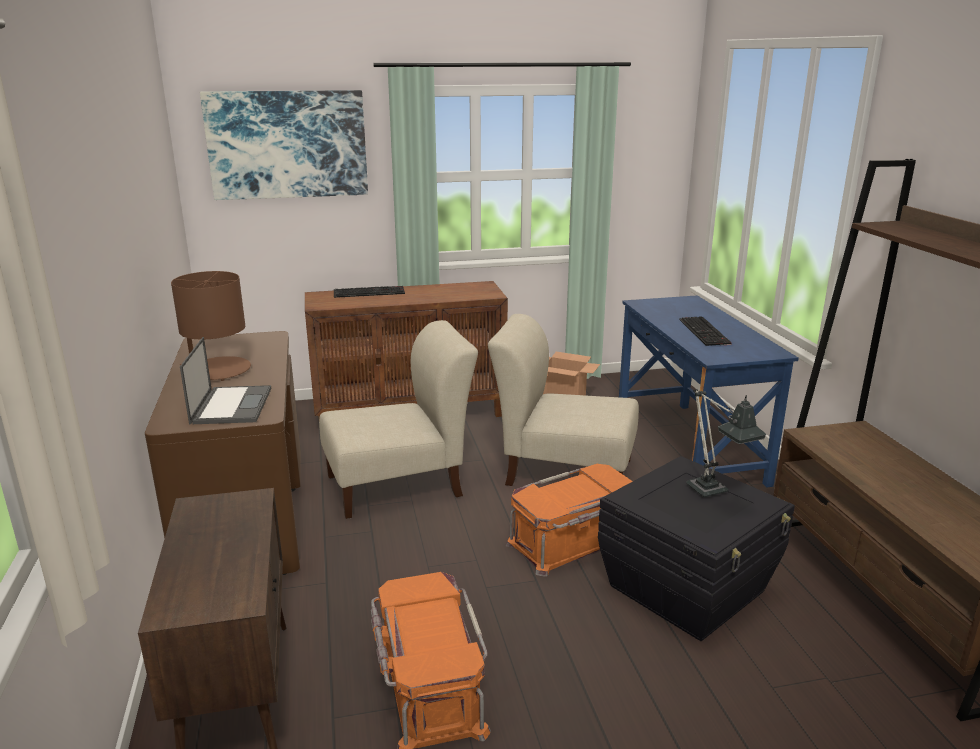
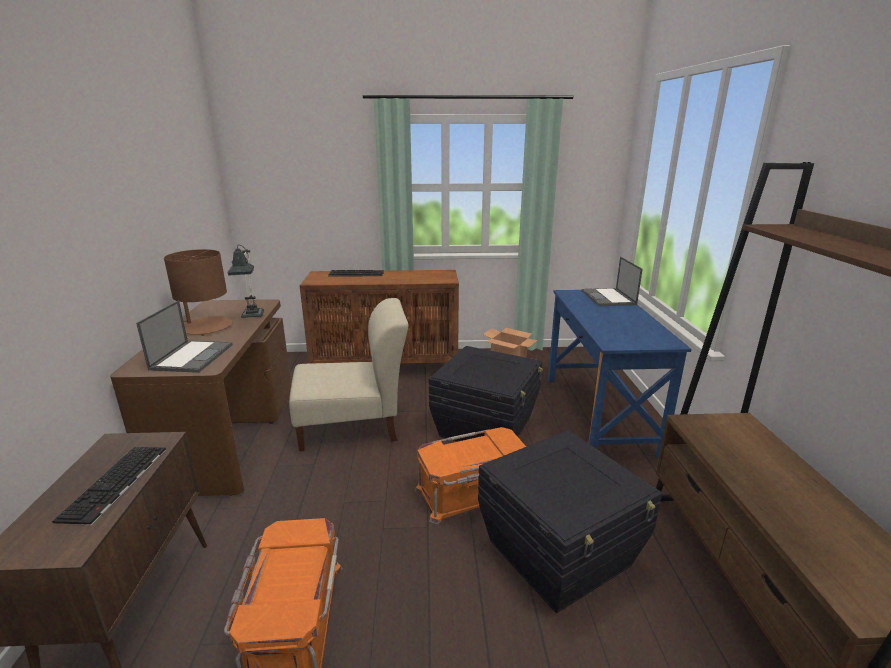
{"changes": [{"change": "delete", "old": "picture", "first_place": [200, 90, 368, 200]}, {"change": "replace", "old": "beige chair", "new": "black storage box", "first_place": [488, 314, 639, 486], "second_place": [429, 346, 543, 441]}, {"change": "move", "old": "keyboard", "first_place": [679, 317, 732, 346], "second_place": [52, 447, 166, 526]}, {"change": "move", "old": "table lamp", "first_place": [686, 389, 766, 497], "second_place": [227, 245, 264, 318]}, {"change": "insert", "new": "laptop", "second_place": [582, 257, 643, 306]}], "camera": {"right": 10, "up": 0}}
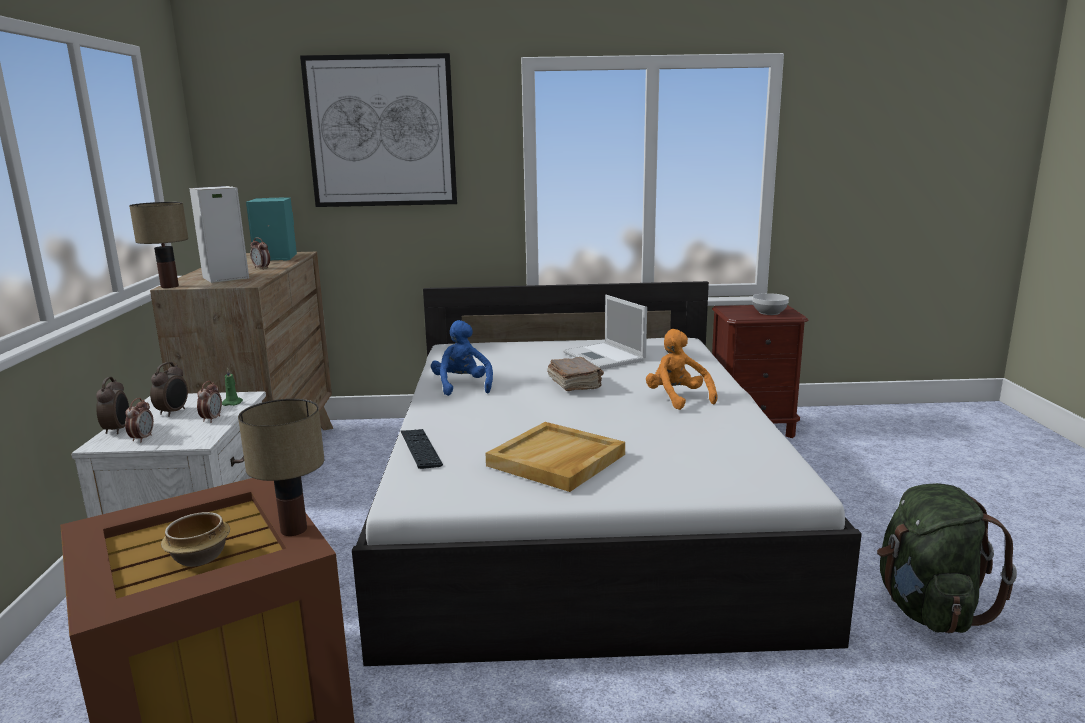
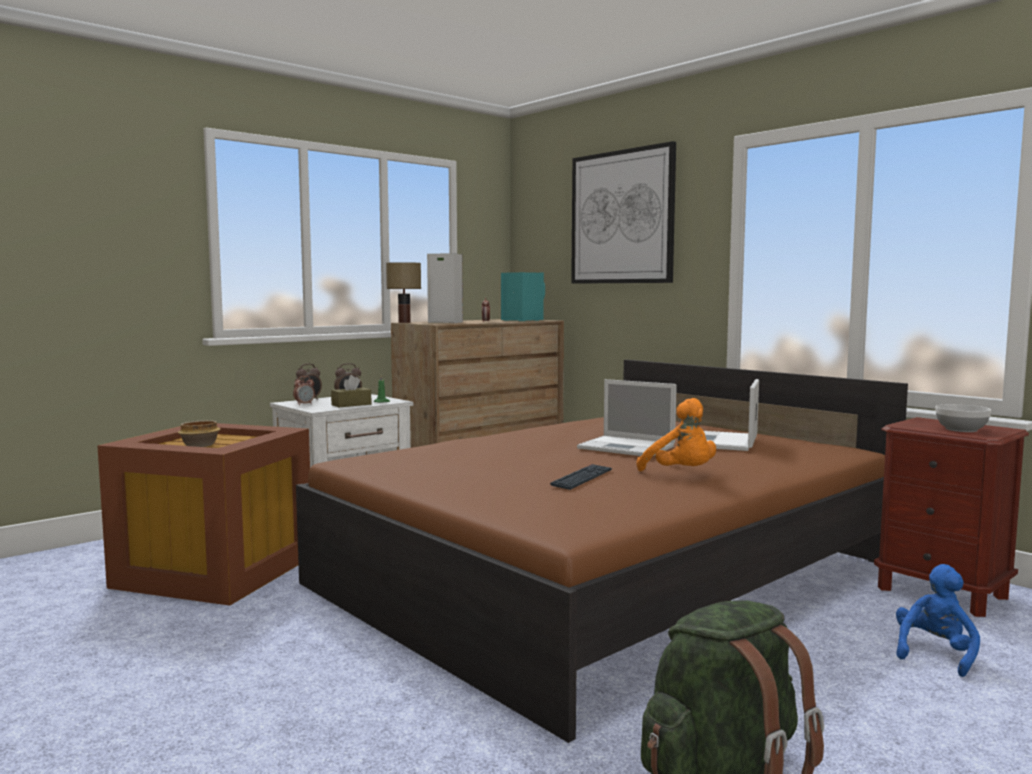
{"changes": [{"change": "recolor", "old": "white bed", "new": "brown bed", "first_place": [352, 281, 862, 666], "second_place": [296, 360, 908, 743]}, {"change": "move", "old": "blue plush toy", "first_place": [431, 320, 493, 396], "second_place": [896, 564, 980, 677]}, {"change": "rotate", "old": "orange plush toy", "first_place": [646, 329, 718, 410], "second_place": [637, 398, 716, 471], "degrees": 120}, {"change": "replace", "old": "brown book", "new": "laptop", "first_place": [547, 357, 604, 391], "second_place": [577, 379, 677, 456]}, {"change": "replace", "old": "alarm clock", "new": "brown tissue box", "first_place": [197, 381, 222, 423], "second_place": [331, 375, 372, 407]}, {"change": "delete", "old": "table lamp", "first_place": [238, 399, 324, 536]}, {"change": "delete", "old": "beige tray", "first_place": [485, 422, 625, 492]}, {"change": "move", "old": "keyboard", "first_place": [401, 429, 443, 469], "second_place": [550, 464, 613, 490]}], "camera": {"right": 50, "up": -10}}
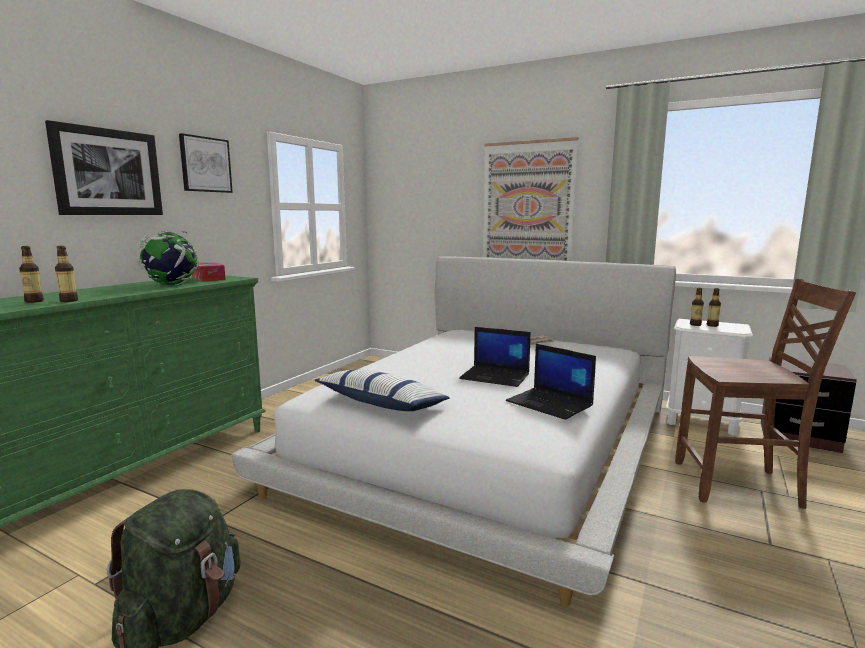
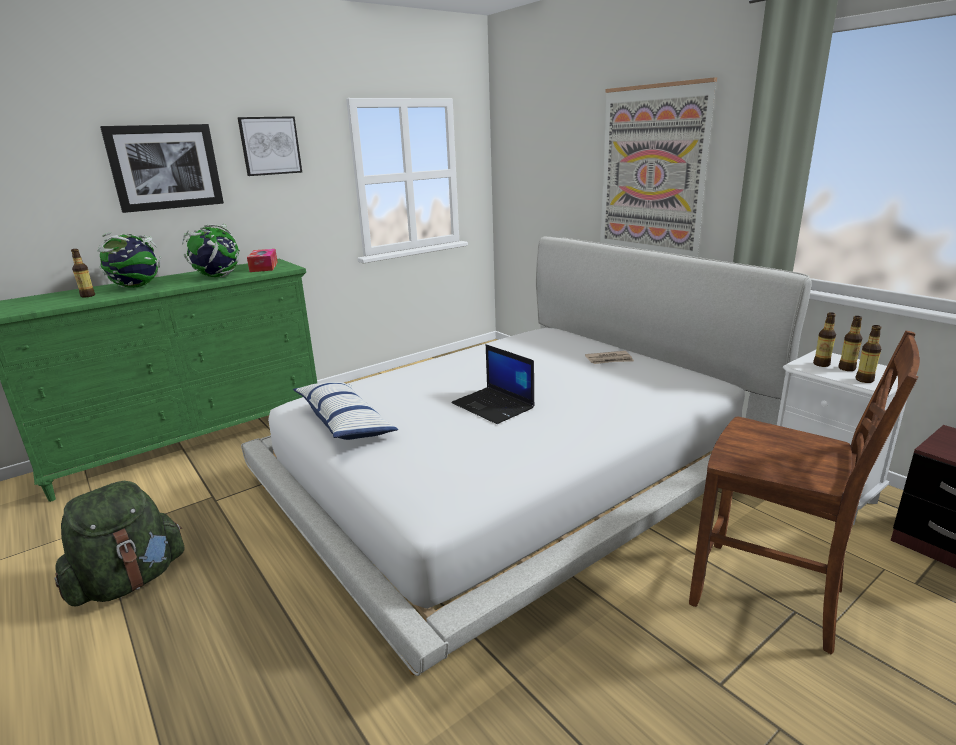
{"changes": [{"change": "move", "old": "bottle", "first_place": [55, 246, 78, 302], "second_place": [856, 325, 881, 383]}, {"change": "delete", "old": "laptop", "first_place": [506, 344, 596, 420]}, {"change": "insert", "new": "globe", "second_place": [98, 232, 161, 288]}], "camera": {"right": 25, "up": 10}}
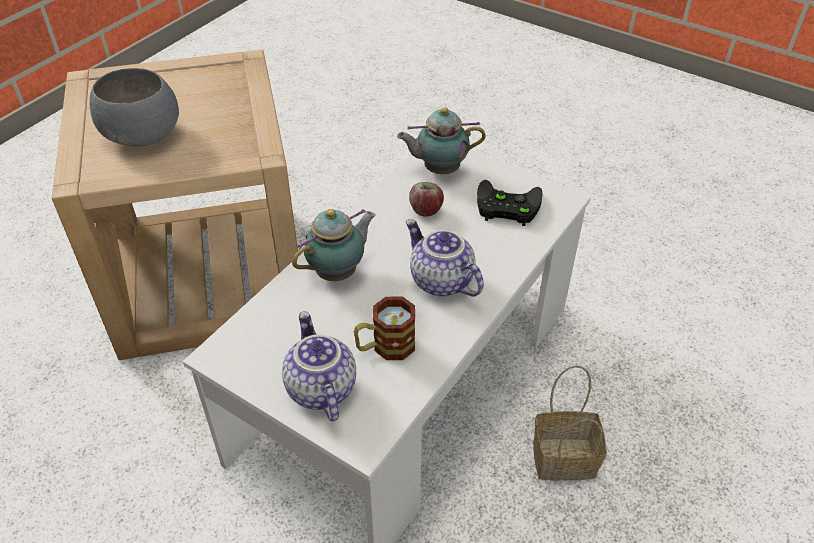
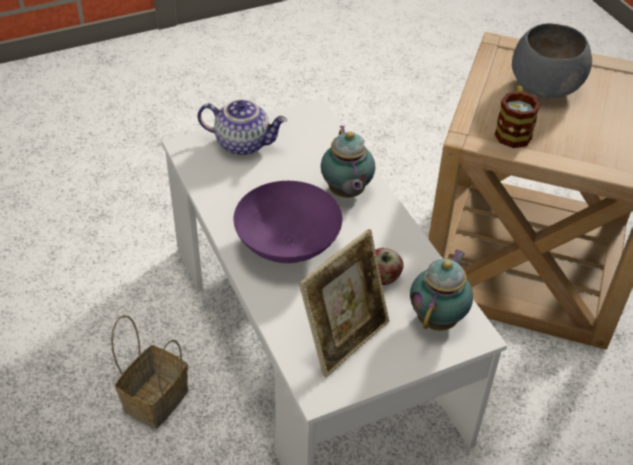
{"changes": [{"change": "replace", "old": "black game controller", "new": "picture frame", "first_place": [477, 180, 542, 226], "second_place": [299, 229, 389, 377]}, {"change": "replace", "old": "teapot", "new": "purple bowl", "first_place": [405, 219, 484, 297], "second_place": [234, 181, 342, 263]}, {"change": "move", "old": "mug", "first_place": [354, 297, 415, 360], "second_place": [495, 86, 541, 148]}], "camera": {"right": 120, "up": 0}}
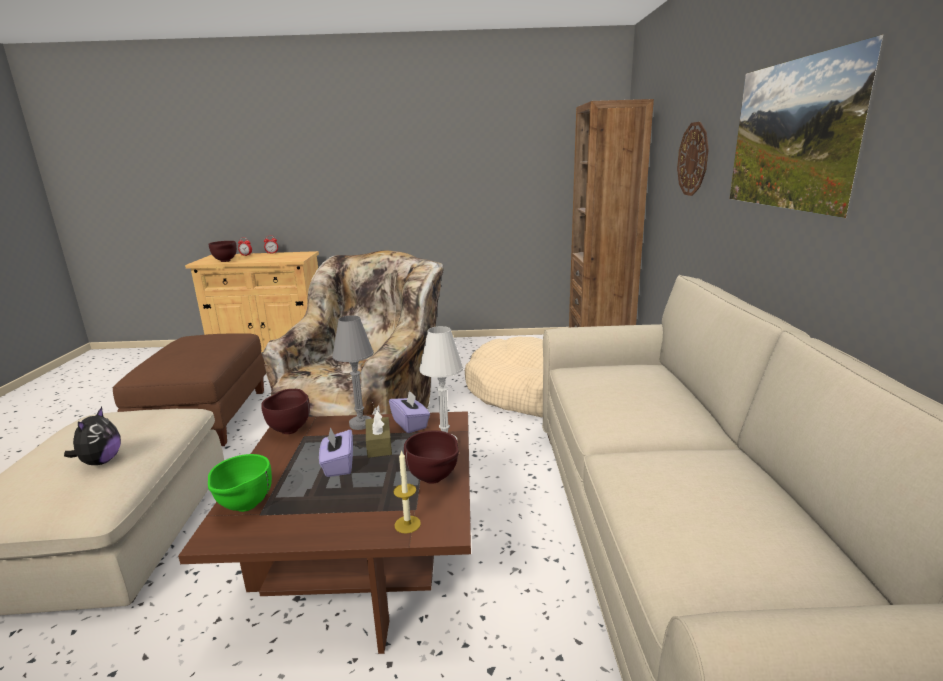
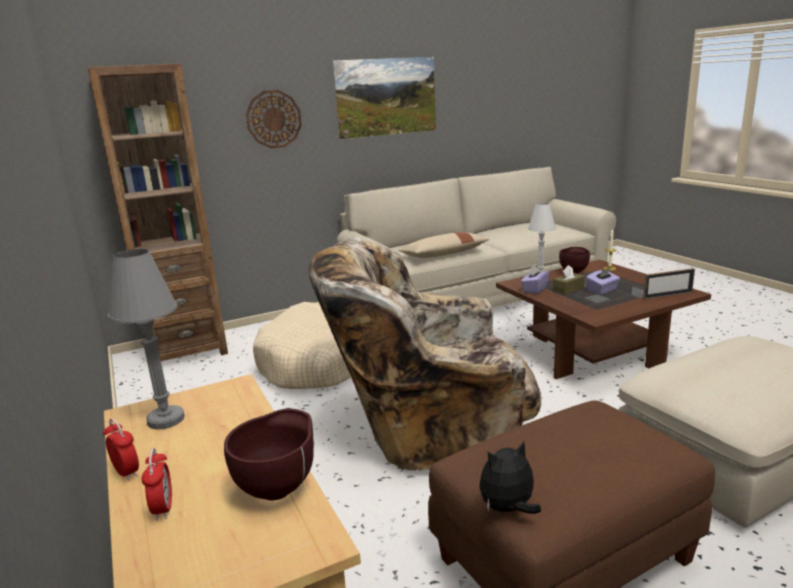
{"changes": [{"change": "move", "old": "grey table lamp", "first_place": [332, 315, 374, 430], "second_place": [108, 249, 185, 430]}, {"change": "delete", "old": "brown bowl", "first_place": [261, 389, 310, 434]}, {"change": "move", "old": "plush toy", "first_place": [64, 407, 121, 465], "second_place": [479, 441, 541, 514]}, {"change": "replace", "old": "green bowl", "new": "picture frame", "first_place": [208, 454, 272, 512], "second_place": [643, 268, 695, 299]}, {"change": "insert", "new": "beige pillow", "second_place": [398, 232, 489, 258]}], "camera": {"right": -115, "up": 0}}
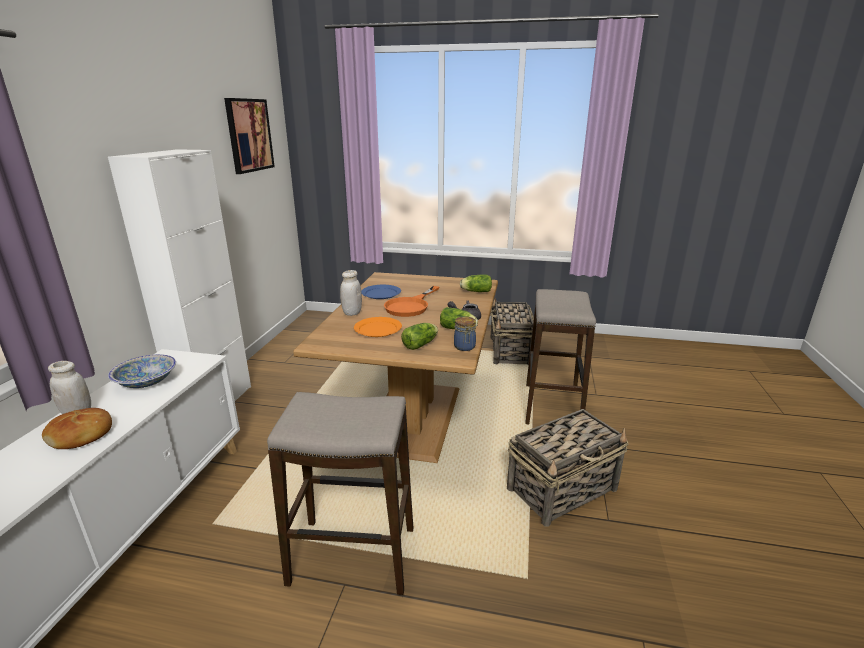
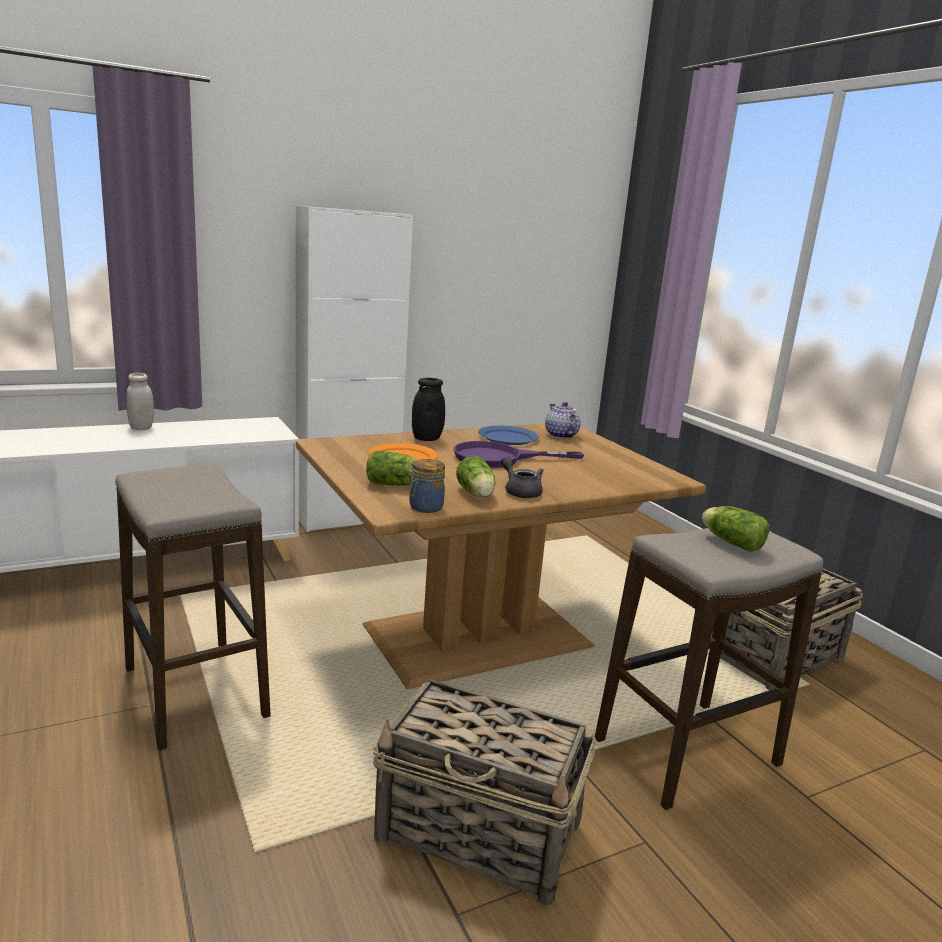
{"changes": [{"change": "delete", "old": "picture", "first_place": [224, 98, 275, 174]}, {"change": "recolor", "old": "white jar", "new": "black jar", "first_place": [340, 270, 362, 316], "second_place": [412, 378, 445, 441]}, {"change": "move", "old": "lettuce", "first_place": [460, 274, 492, 292], "second_place": [702, 506, 769, 552]}, {"change": "recolor", "old": "orange frying pan", "new": "purple frying pan", "first_place": [384, 286, 439, 317], "second_place": [454, 441, 584, 468]}, {"change": "delete", "old": "bowl", "first_place": [108, 354, 176, 388]}, {"change": "delete", "old": "bread", "first_place": [42, 408, 112, 449]}, {"change": "insert", "new": "teapot", "second_place": [545, 402, 581, 439]}], "camera": {"right": 50, "up": -5}}
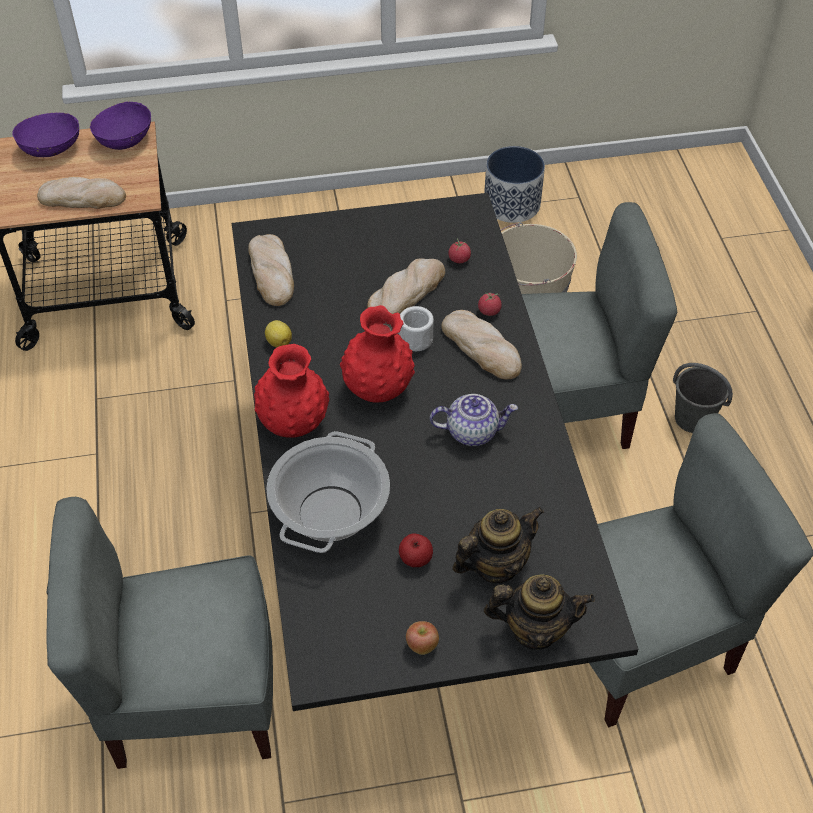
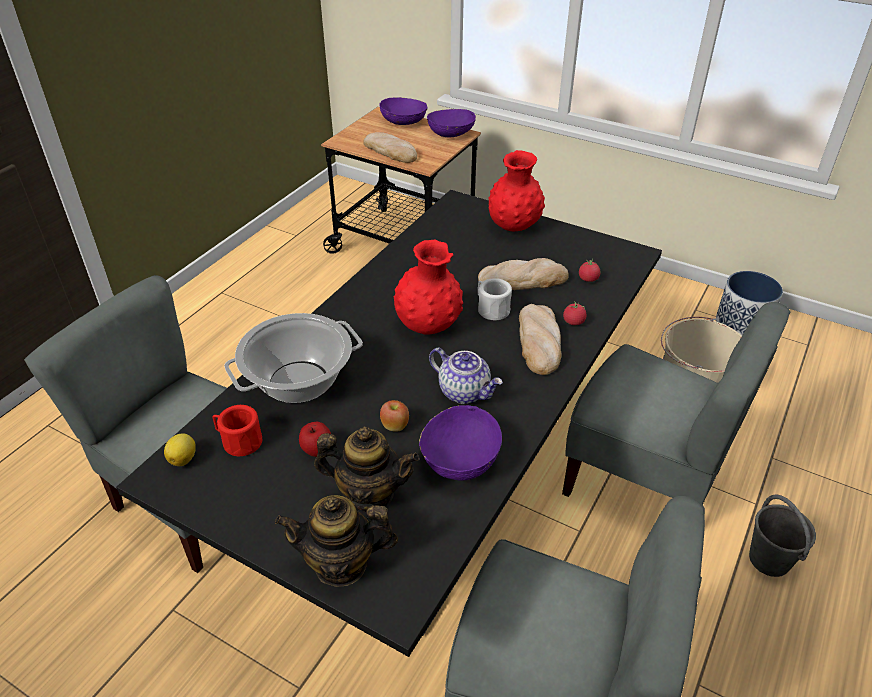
{"changes": [{"change": "delete", "old": "bread", "first_place": [248, 234, 294, 306]}, {"change": "move", "old": "lemon", "first_place": [265, 320, 292, 347], "second_place": [164, 433, 196, 466]}, {"change": "move", "old": "red vase", "first_place": [254, 344, 329, 438], "second_place": [488, 150, 545, 231]}, {"change": "rotate", "old": "teapot", "first_place": [484, 574, 595, 650], "second_place": [275, 495, 398, 587], "degrees": 135}, {"change": "move", "old": "apple", "first_place": [406, 621, 439, 655], "second_place": [380, 400, 409, 432]}, {"change": "insert", "new": "red mug", "second_place": [212, 405, 262, 456]}, {"change": "insert", "new": "purple bowl", "second_place": [419, 405, 502, 480]}], "camera": {"right": 40, "up": -10}}
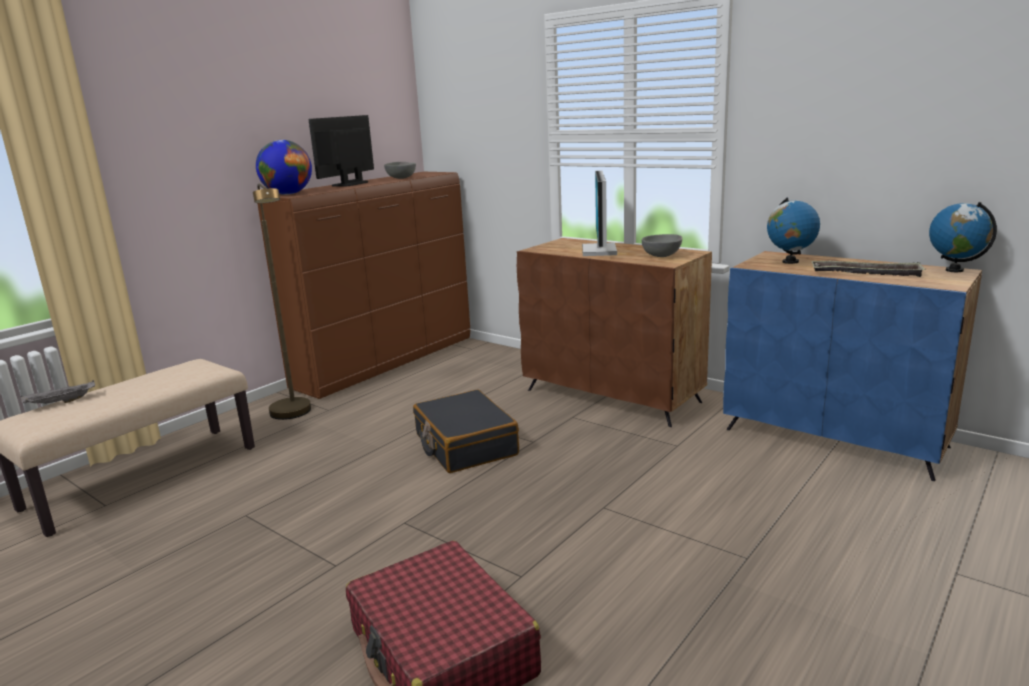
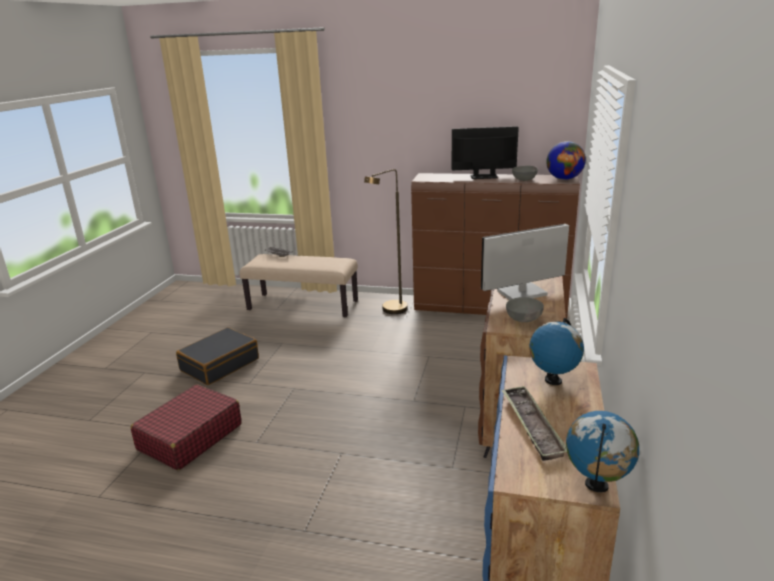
{"changes": [{"change": "move", "old": "globe", "first_place": [256, 140, 312, 195], "second_place": [546, 141, 586, 180]}, {"change": "move", "old": "black suitcase", "first_place": [413, 389, 519, 473], "second_place": [176, 327, 259, 385]}], "camera": {"right": 65, "up": 5}}
